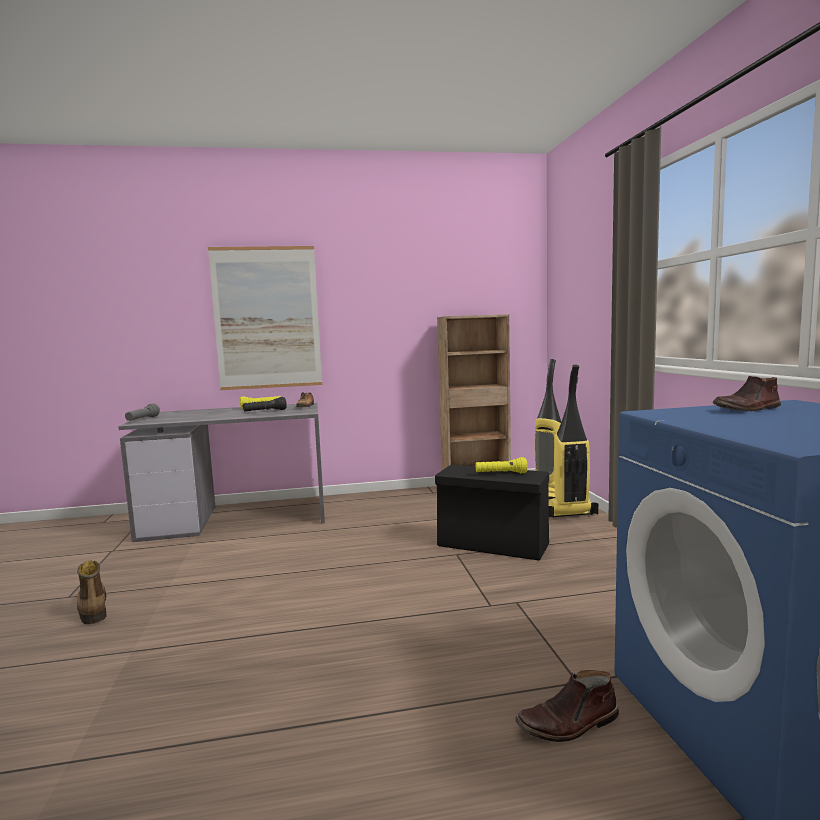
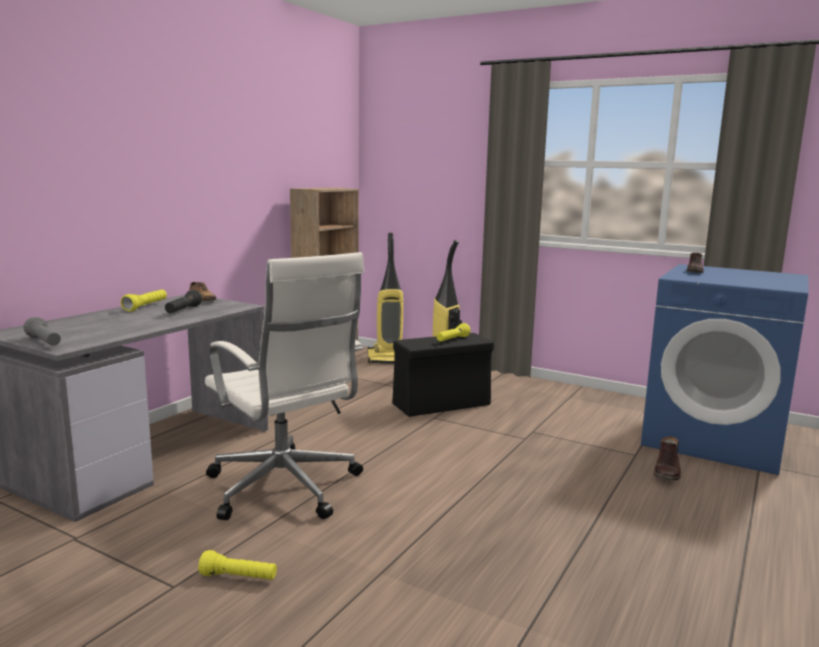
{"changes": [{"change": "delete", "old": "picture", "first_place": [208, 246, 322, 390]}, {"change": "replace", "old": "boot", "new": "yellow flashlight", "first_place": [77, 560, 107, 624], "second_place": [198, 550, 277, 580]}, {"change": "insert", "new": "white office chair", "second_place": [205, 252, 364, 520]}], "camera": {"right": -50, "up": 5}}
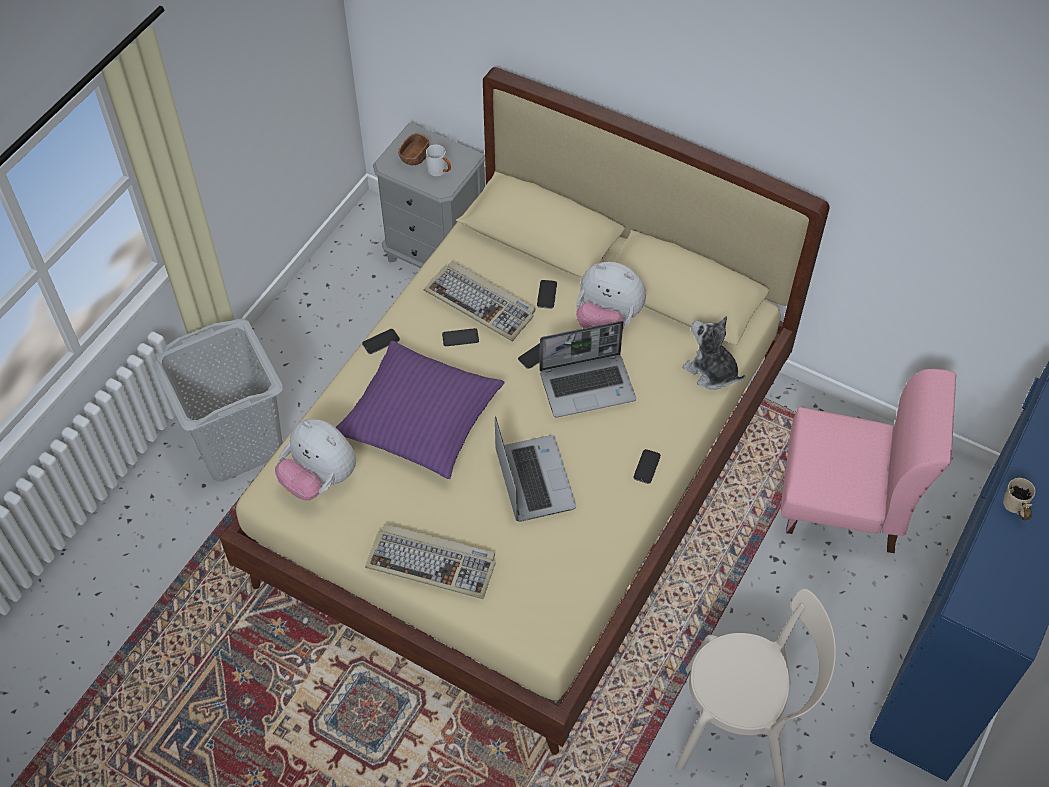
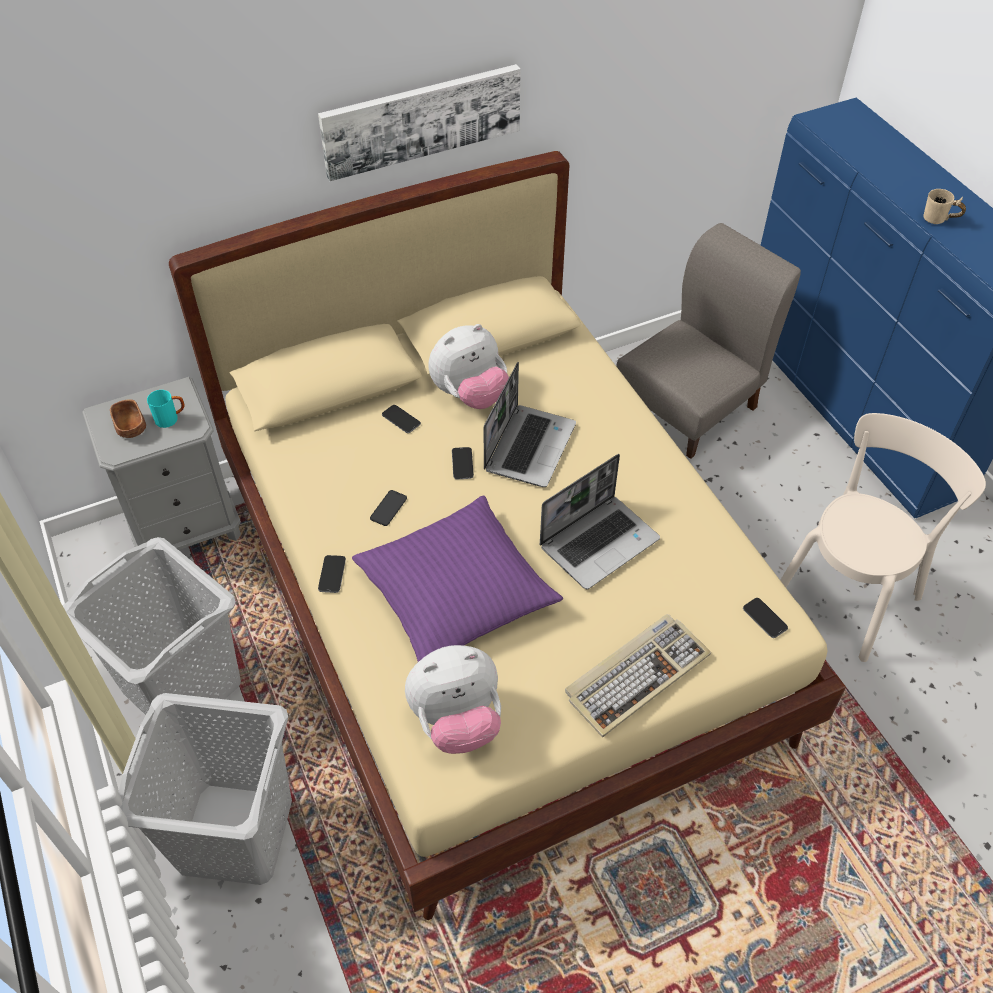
{"changes": [{"change": "recolor", "old": "white mug", "new": "turquoise mug", "first_place": [426, 145, 451, 176], "second_place": [147, 390, 185, 428]}, {"change": "delete", "old": "keyboard", "first_place": [424, 261, 535, 341]}, {"change": "delete", "old": "plush toy", "first_place": [683, 316, 746, 390]}, {"change": "recolor", "old": "pink chair", "new": "grey chair", "first_place": [781, 369, 956, 553], "second_place": [616, 223, 801, 459]}, {"change": "rotate", "old": "laptop", "first_place": [495, 416, 576, 522], "second_place": [540, 454, 660, 589], "degrees": 120}, {"change": "move", "old": "phone", "first_place": [633, 449, 661, 484], "second_place": [743, 598, 788, 638]}, {"change": "insert", "new": "picture", "second_place": [318, 64, 521, 181]}, {"change": "insert", "new": "grey laundry basket", "second_place": [62, 537, 241, 715]}], "camera": {"right": -55, "up": -5}}
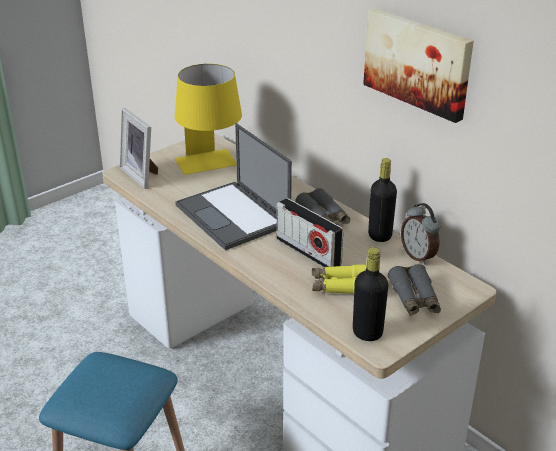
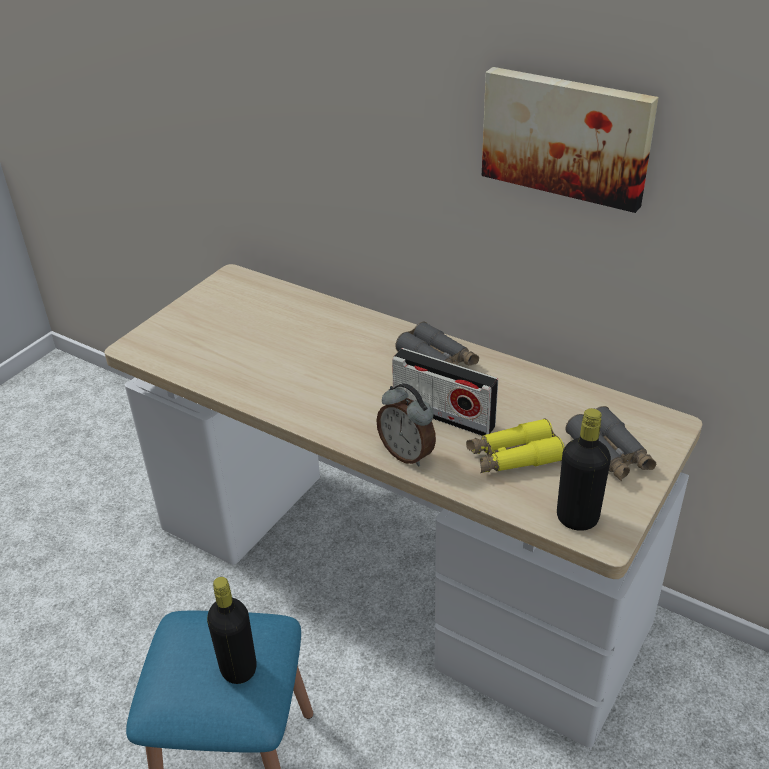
{"changes": [{"change": "delete", "old": "yellow table lamp", "first_place": [175, 64, 242, 175]}, {"change": "delete", "old": "picture frame", "first_place": [120, 108, 158, 189]}, {"change": "delete", "old": "laptop", "first_place": [175, 123, 292, 250]}, {"change": "move", "old": "black bottle", "first_place": [368, 158, 397, 242], "second_place": [207, 577, 257, 684]}, {"change": "move", "old": "alarm clock", "first_place": [401, 203, 440, 265], "second_place": [376, 383, 436, 466]}], "camera": {"right": -15, "up": 5}}
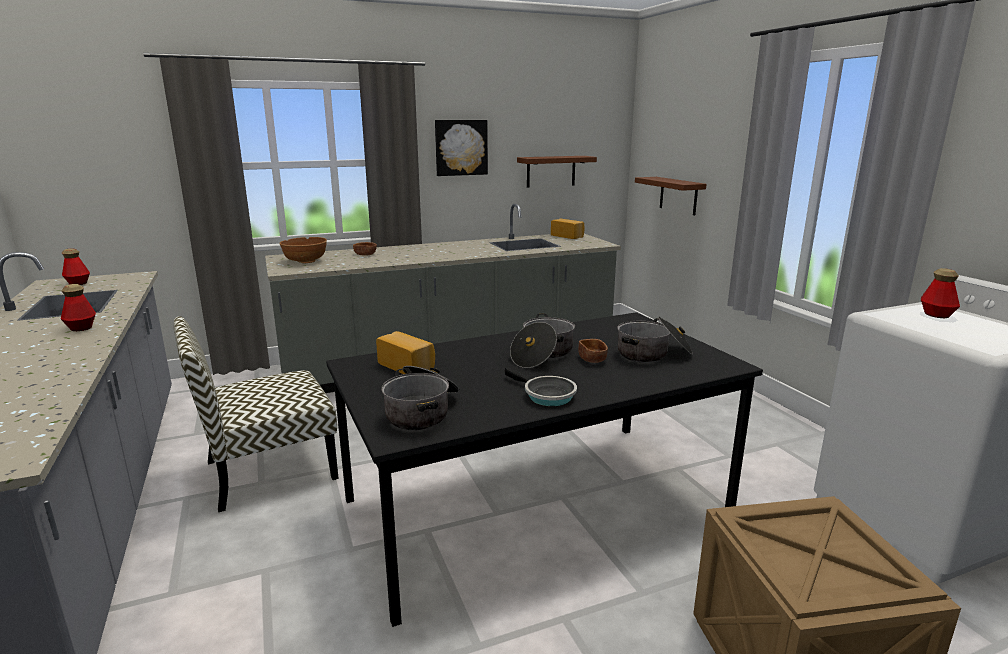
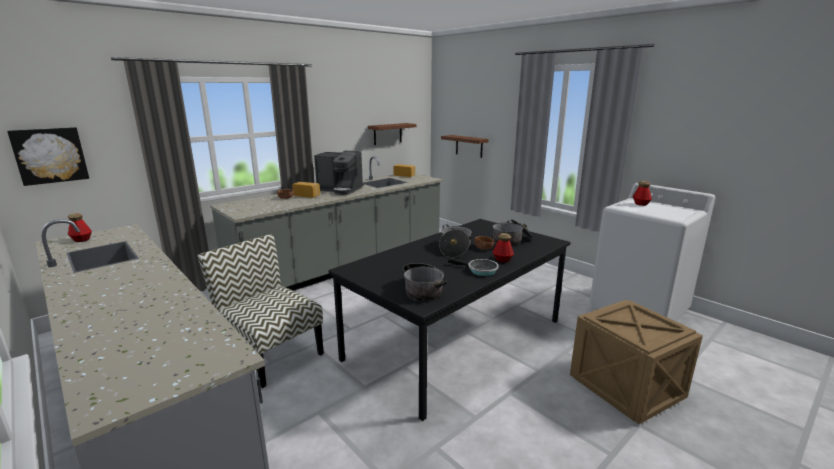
{"changes": [{"change": "move", "old": "picture", "first_place": [435, 120, 488, 176], "second_place": [7, 127, 89, 186]}, {"change": "delete", "old": "brown bowl", "first_place": [279, 237, 327, 263]}, {"change": "move", "old": "bottle", "first_place": [61, 284, 96, 331], "second_place": [493, 233, 514, 263]}, {"change": "rotate", "old": "chair", "first_place": [173, 316, 339, 512], "second_place": [197, 234, 324, 388], "degrees": 90}, {"change": "move", "old": "bread", "first_place": [376, 331, 435, 374], "second_place": [292, 182, 320, 198]}, {"change": "insert", "new": "coffee machine", "second_place": [314, 151, 364, 195]}], "camera": {"right": -20, "up": 0}}
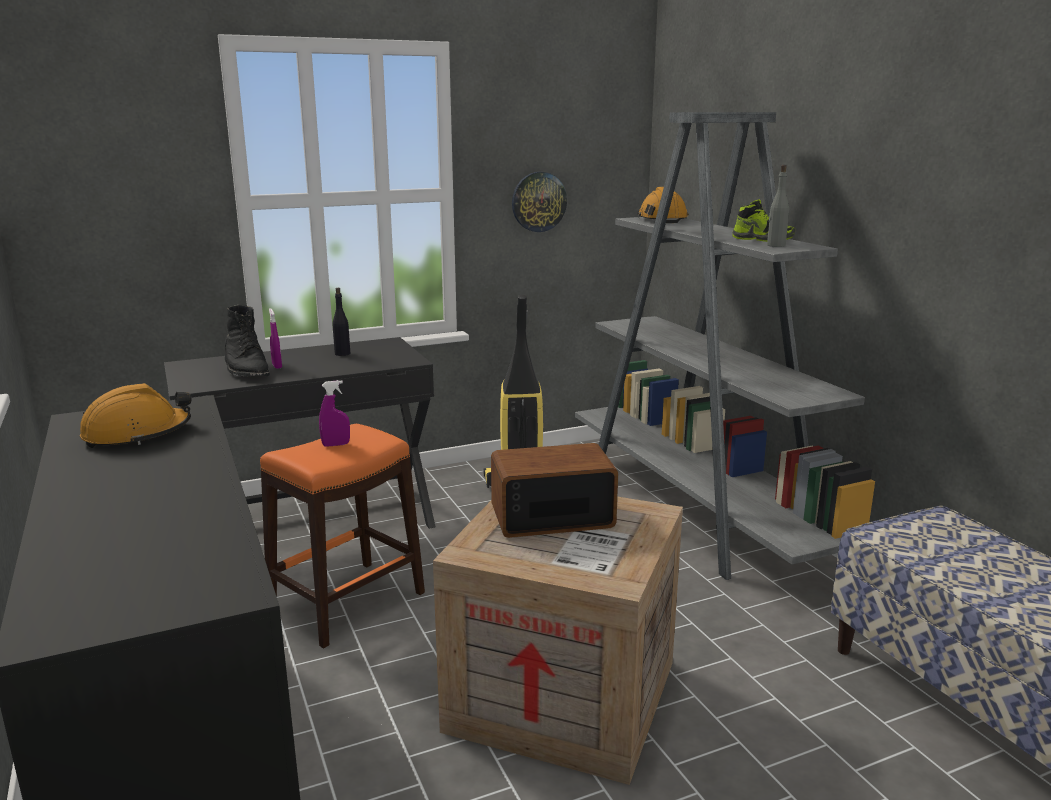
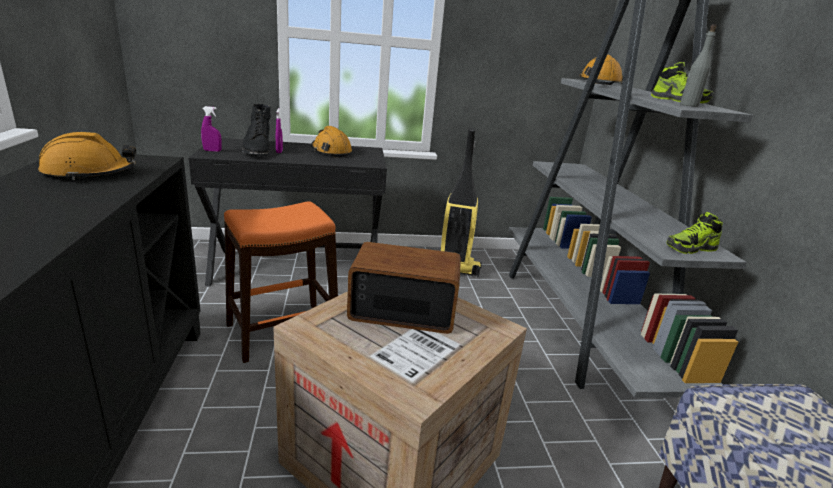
{"changes": [{"change": "delete", "old": "wall clock", "first_place": [512, 172, 567, 232]}, {"change": "replace", "old": "black bottle", "new": "orange hard hat", "first_place": [333, 288, 350, 356], "second_place": [311, 126, 352, 157]}, {"change": "move", "old": "purple spray bottle", "first_place": [319, 380, 350, 447], "second_place": [201, 106, 222, 152]}, {"change": "insert", "new": "shoe", "second_place": [667, 212, 723, 254]}], "camera": {"right": 15, "up": 5}}
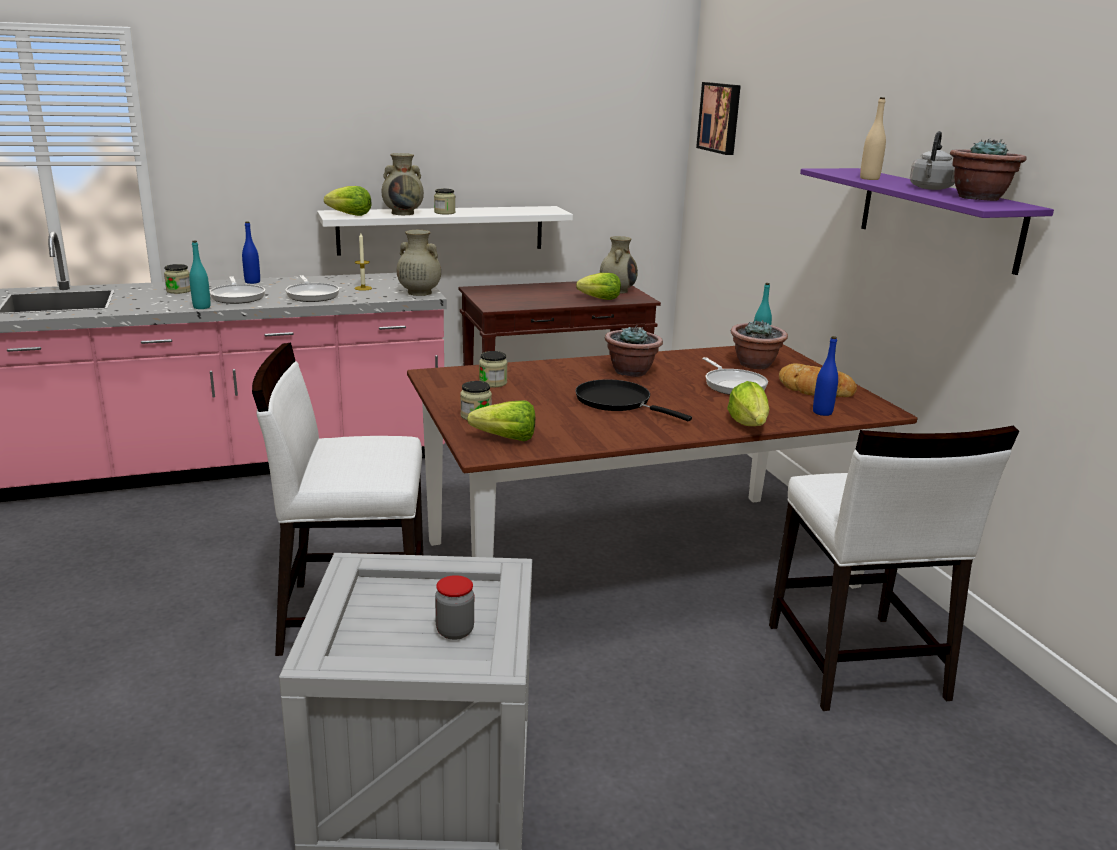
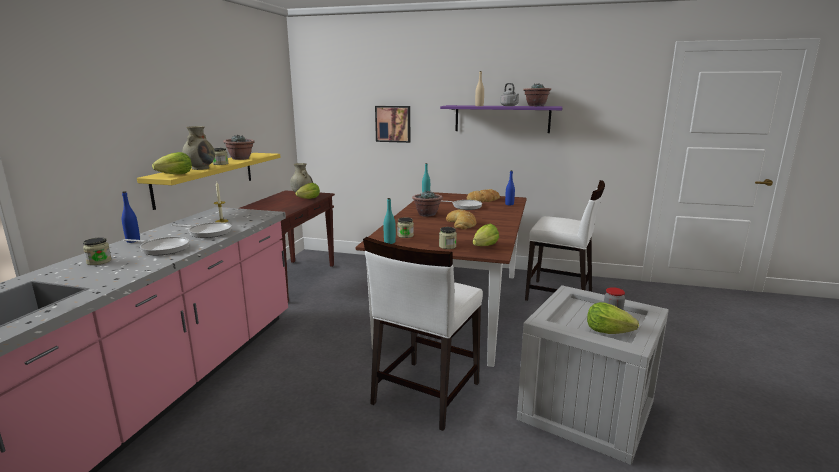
{"changes": [{"change": "move", "old": "picture", "first_place": [696, 82, 741, 155], "second_place": [375, 106, 410, 143]}, {"change": "recolor", "old": "white shelf", "new": "yellow shelf", "first_place": [317, 206, 573, 256], "second_place": [137, 153, 280, 210]}, {"change": "delete", "old": "beige vase", "first_place": [397, 230, 441, 296]}, {"change": "move", "old": "turquoise bottle", "first_place": [189, 241, 211, 309], "second_place": [383, 198, 396, 244]}, {"change": "move", "old": "potted plant", "first_place": [731, 319, 788, 369], "second_place": [223, 135, 255, 160]}, {"change": "replace", "old": "black frying pan", "new": "bread", "first_place": [575, 379, 692, 421], "second_place": [446, 209, 476, 229]}, {"change": "move", "old": "lettuce", "first_place": [727, 381, 769, 426], "second_place": [587, 302, 639, 334]}], "camera": {"right": -55, "up": -5}}
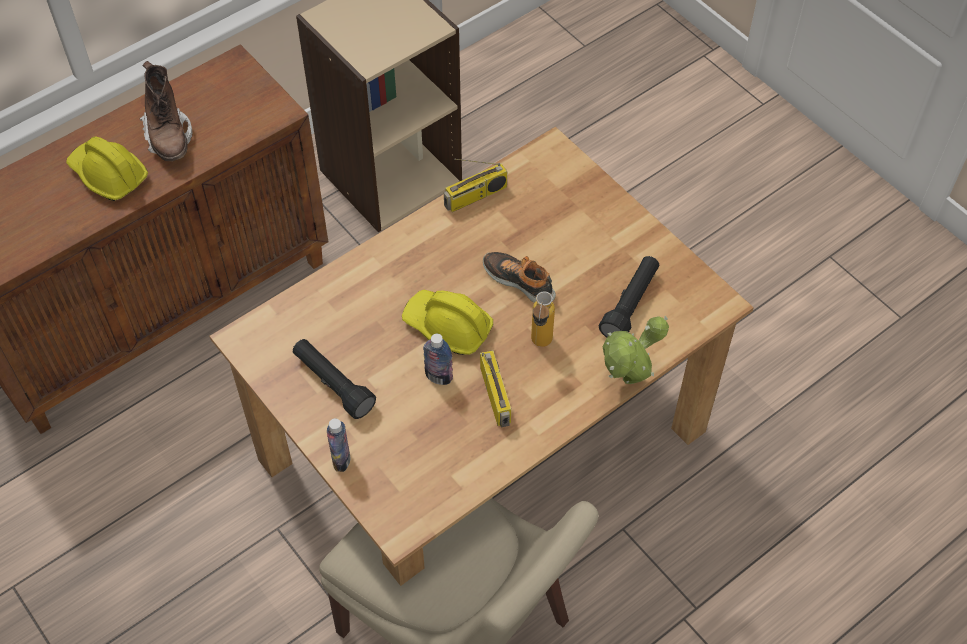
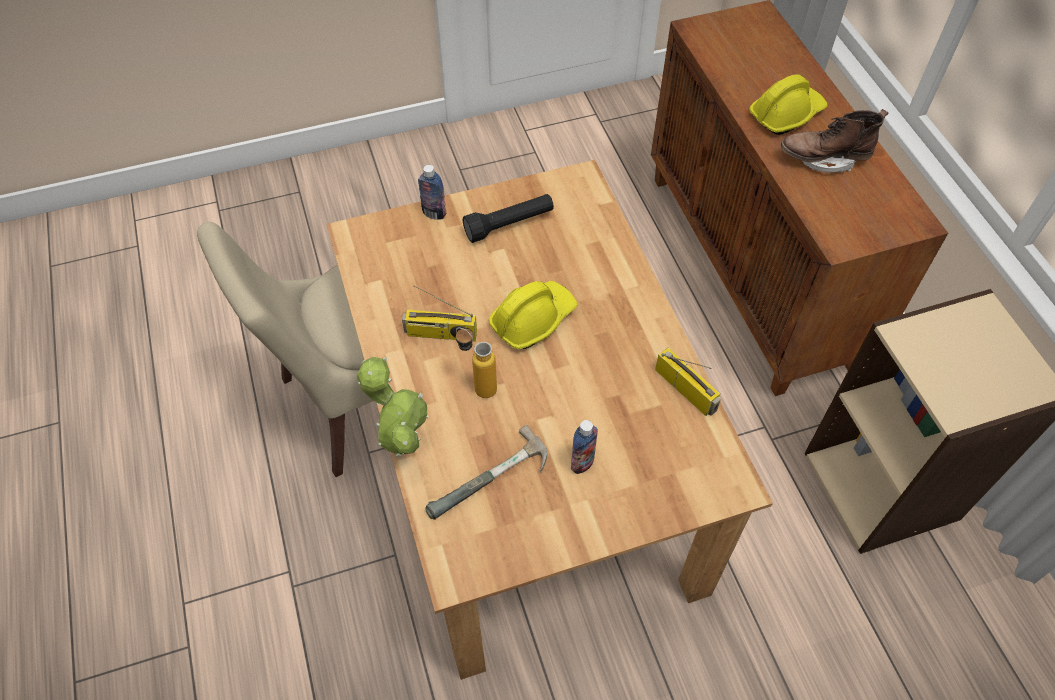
{"changes": [{"change": "rotate", "old": "radio", "first_place": [444, 159, 507, 212], "second_place": [655, 348, 721, 416], "degrees": 150}, {"change": "delete", "old": "shoe", "first_place": [483, 252, 556, 303]}, {"change": "replace", "old": "black flashlight", "new": "hammer", "first_place": [599, 256, 659, 337], "second_place": [425, 425, 547, 520]}, {"change": "move", "old": "bottle", "first_place": [423, 334, 453, 385], "second_place": [571, 420, 598, 474]}], "camera": {"right": 110, "up": 0}}
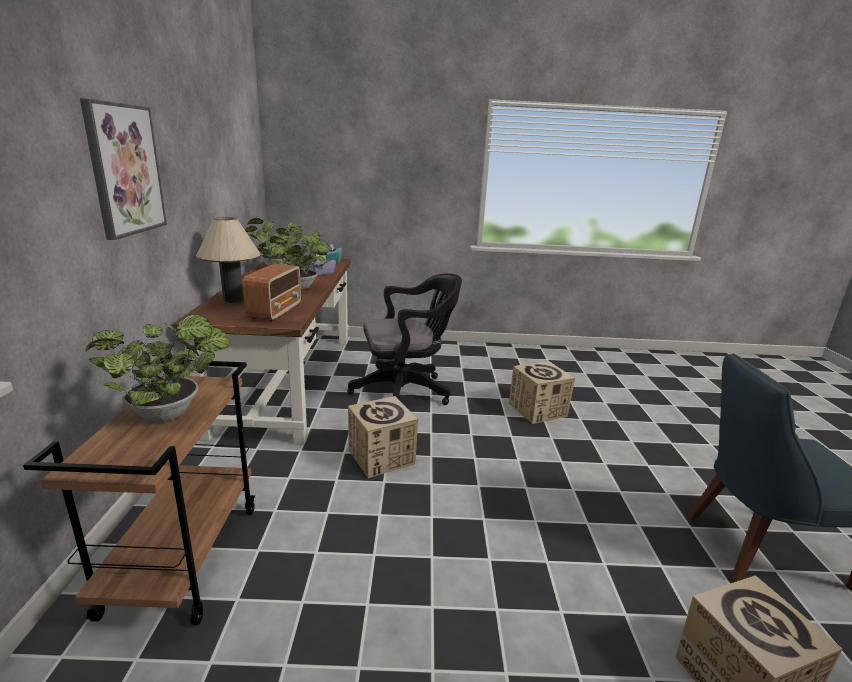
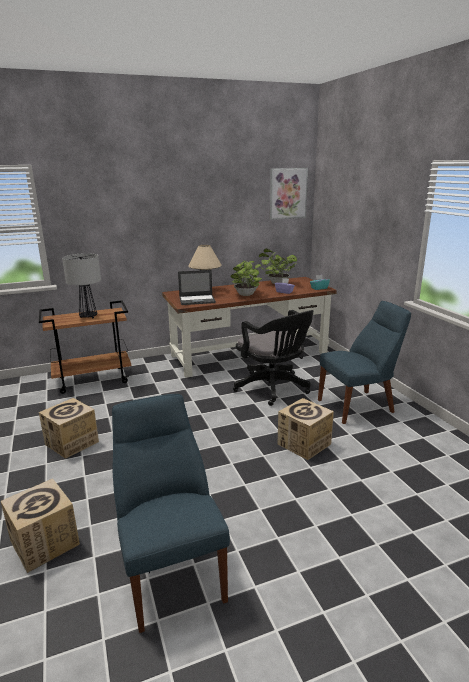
{"changes": [{"change": "move", "old": "picture", "first_place": [80, 99, 167, 240], "second_place": [270, 168, 308, 220]}, {"change": "replace", "old": "radio", "new": "laptop", "first_place": [243, 264, 301, 322], "second_place": [178, 270, 216, 305]}, {"change": "replace", "old": "potted plant", "new": "table lamp", "first_place": [85, 314, 230, 422], "second_place": [62, 253, 101, 318]}, {"change": "move", "old": "cardboard box", "first_place": [348, 396, 418, 478], "second_place": [39, 398, 99, 459]}, {"change": "insert", "new": "blue chair", "second_place": [318, 301, 411, 424]}], "camera": {"right": 70, "up": 0}}
